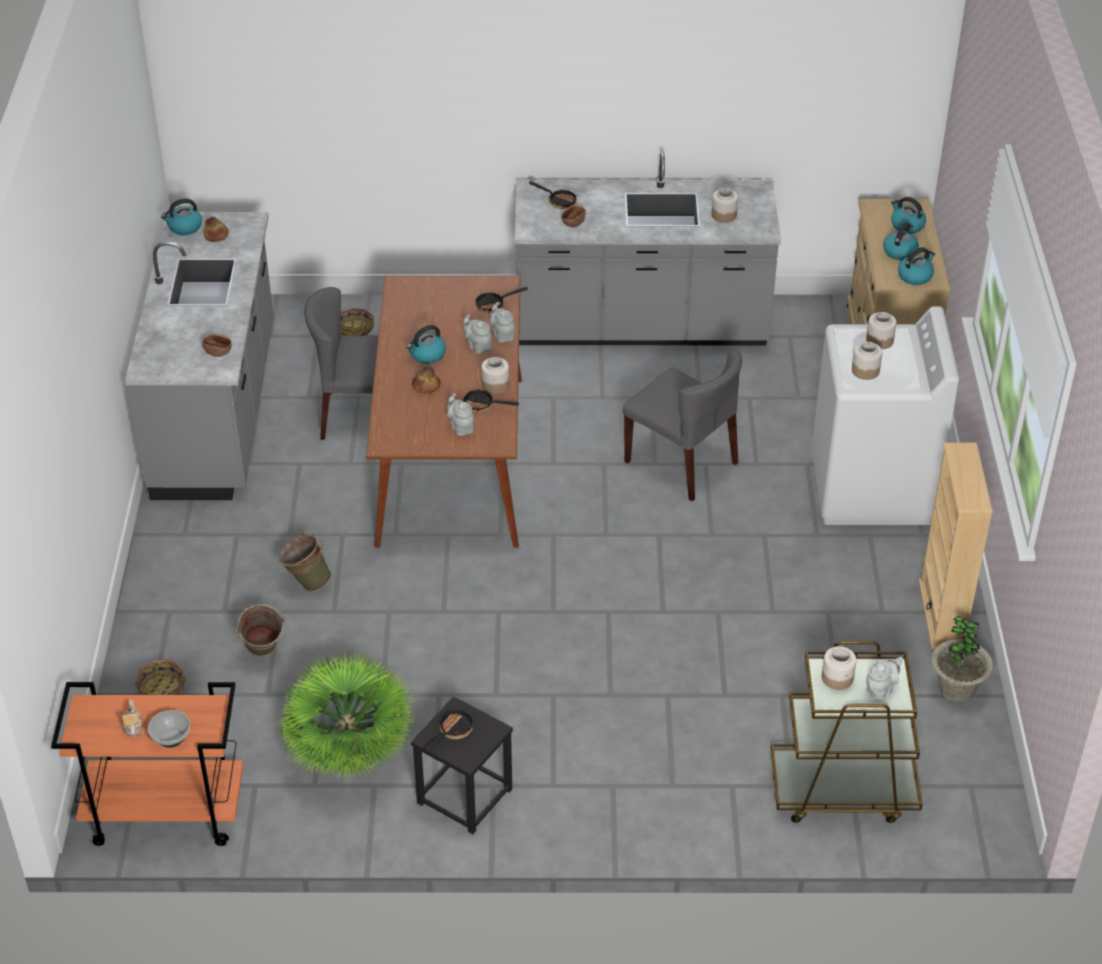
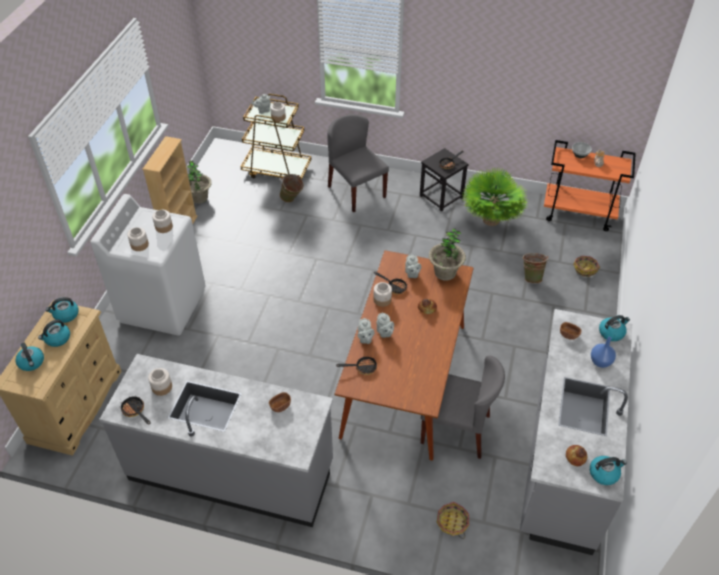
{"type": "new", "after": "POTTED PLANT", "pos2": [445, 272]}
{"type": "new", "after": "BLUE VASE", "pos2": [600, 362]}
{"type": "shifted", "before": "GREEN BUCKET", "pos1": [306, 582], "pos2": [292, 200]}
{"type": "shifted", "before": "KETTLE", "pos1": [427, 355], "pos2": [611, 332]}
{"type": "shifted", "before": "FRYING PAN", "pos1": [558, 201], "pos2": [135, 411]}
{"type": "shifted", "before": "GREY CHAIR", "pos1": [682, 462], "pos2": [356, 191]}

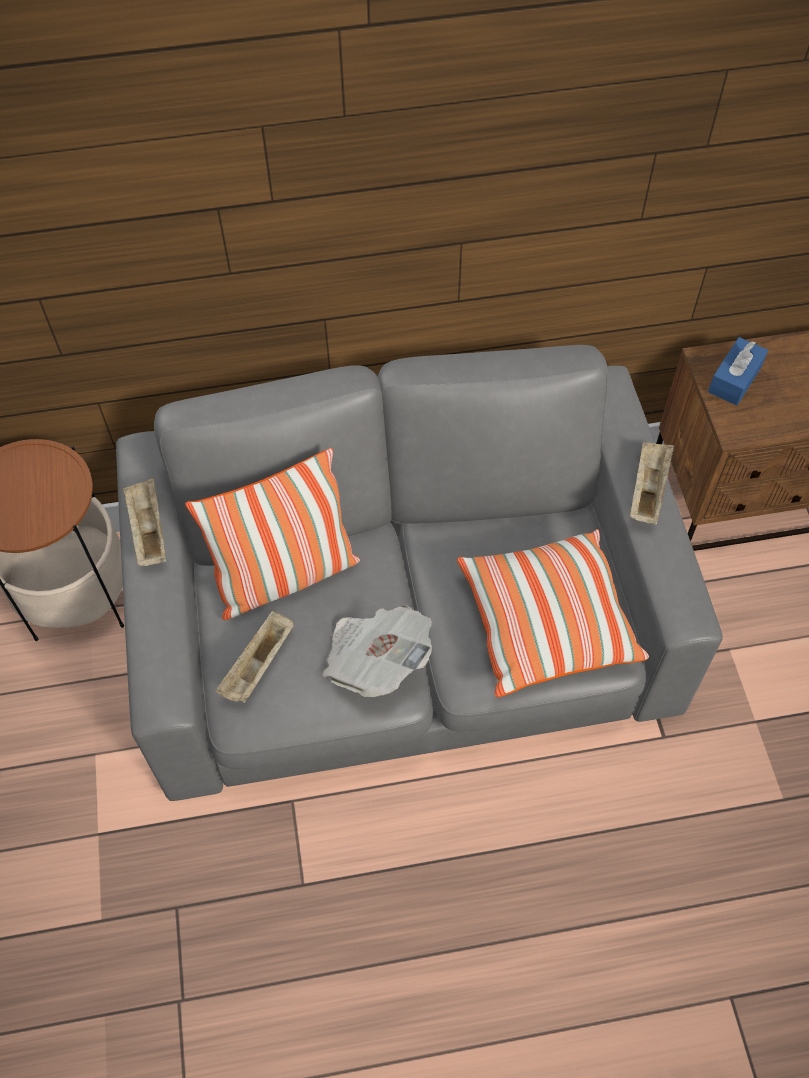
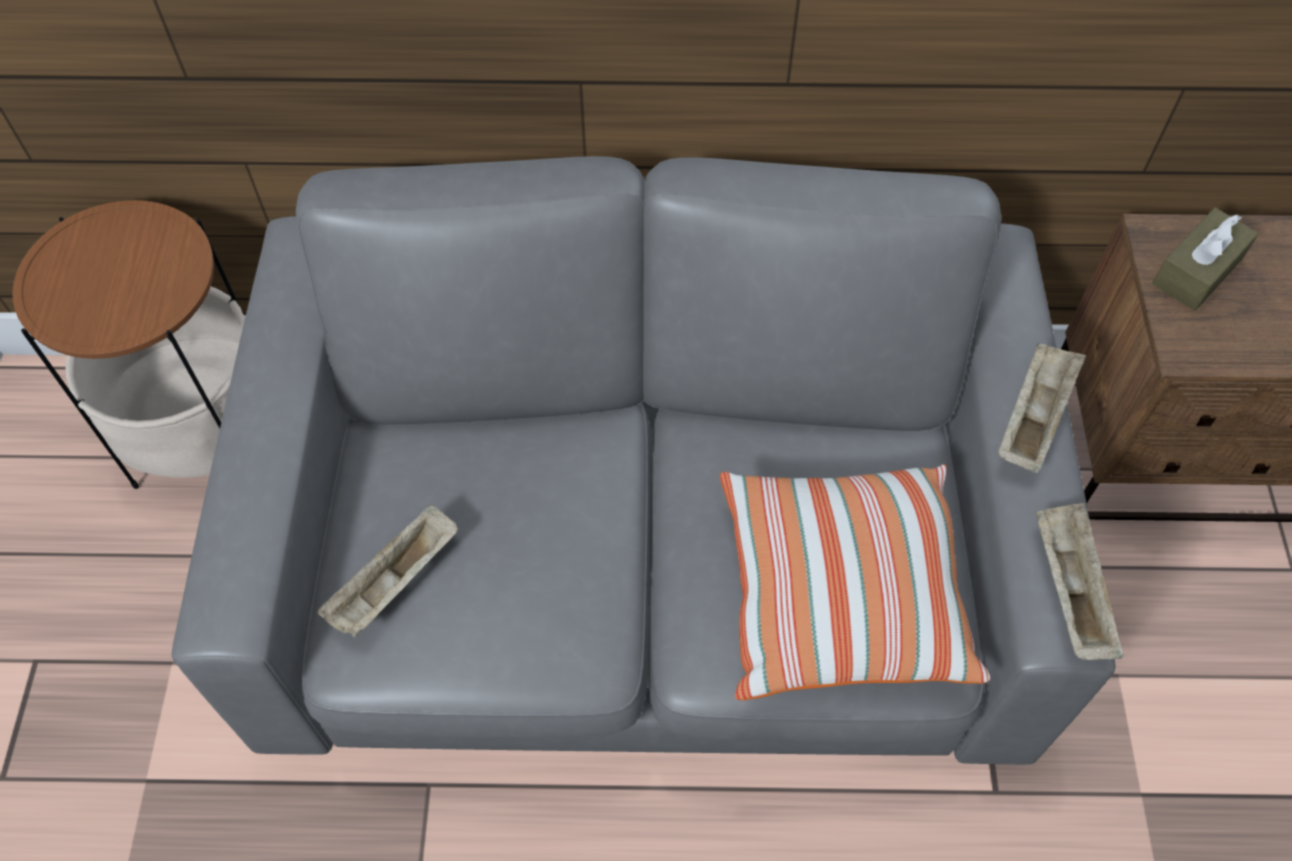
{"type": "gone", "before": "PILLOW", "pos1": [285, 576]}
{"type": "gone", "before": "NEWSPAPER", "pos1": [376, 660]}
{"type": "shifted", "before": "BEIGE TRAY", "pos1": [148, 531], "pos2": [1068, 590]}
{"type": "repainted", "before": "BLUE TISSUE BOX", "after": "BROWN TISSUE BOX", "pos1": [734, 379], "pos2": [1197, 271]}

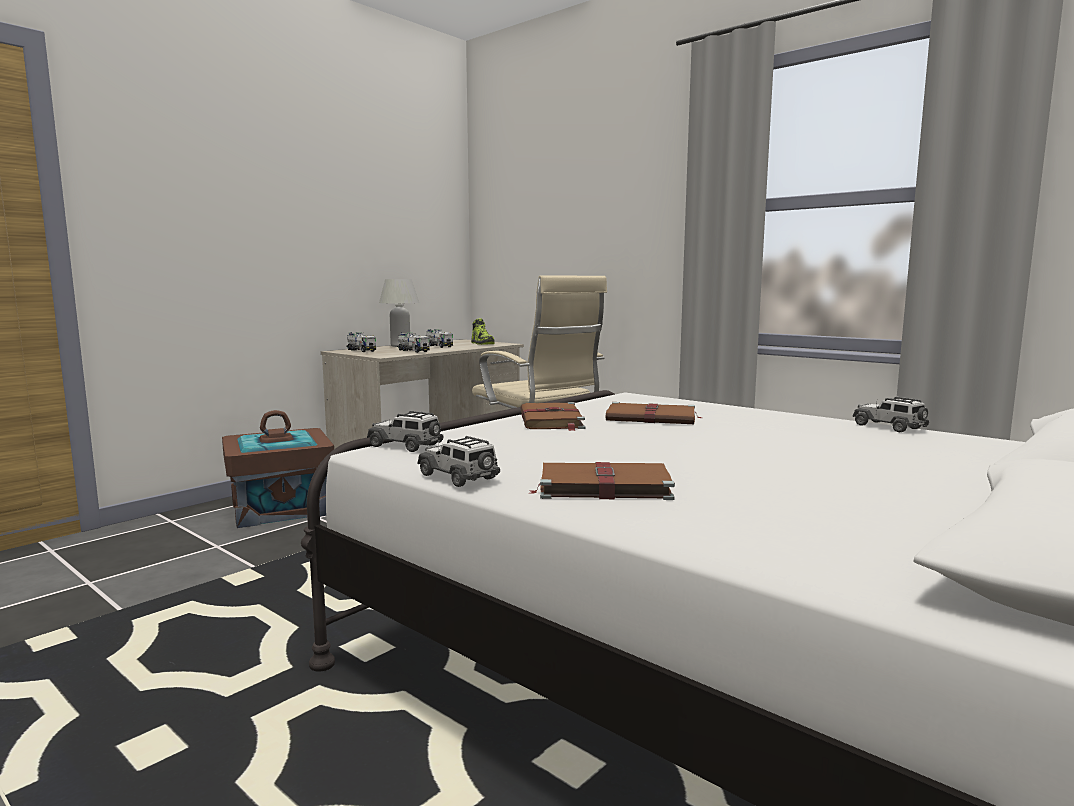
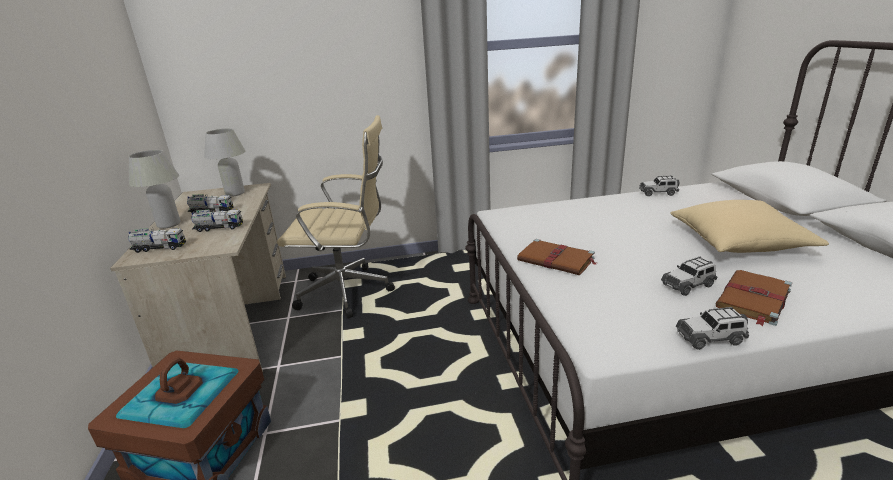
{"type": "gone", "before": "BROWN BOOK", "pos1": [653, 418]}
{"type": "new", "after": "BEIGE PILLOW", "pos2": [739, 242]}
{"type": "shifted", "before": "TOY CAR", "pos1": [406, 446], "pos2": [688, 285]}
{"type": "swapped", "before": "SHOE", "after": "WHITE TABLE LAMP", "pos1": [482, 343], "pos2": [235, 193]}

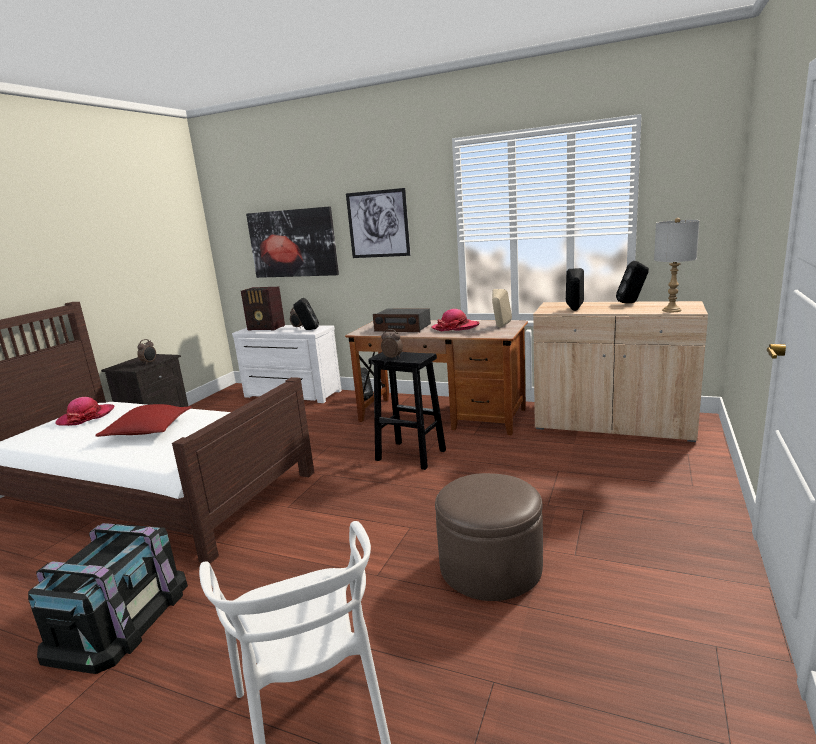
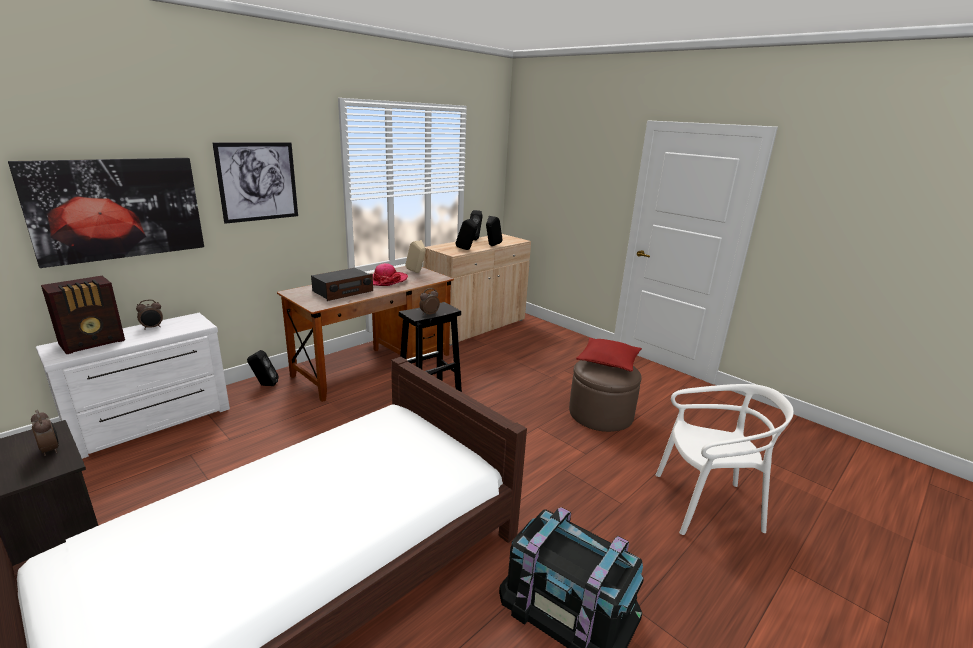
{"type": "gone", "before": "HAT", "pos1": [86, 417]}
{"type": "gone", "before": "GREY TABLE LAMP", "pos1": [672, 310]}
{"type": "shifted", "before": "RED PILLOW", "pos1": [148, 430], "pos2": [608, 361]}
{"type": "shifted", "before": "BLACK SPEAKER", "pos1": [308, 330], "pos2": [492, 246]}

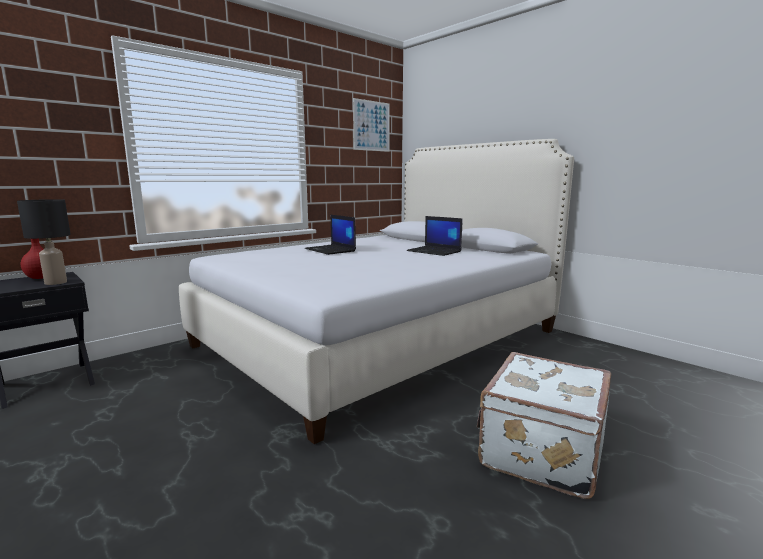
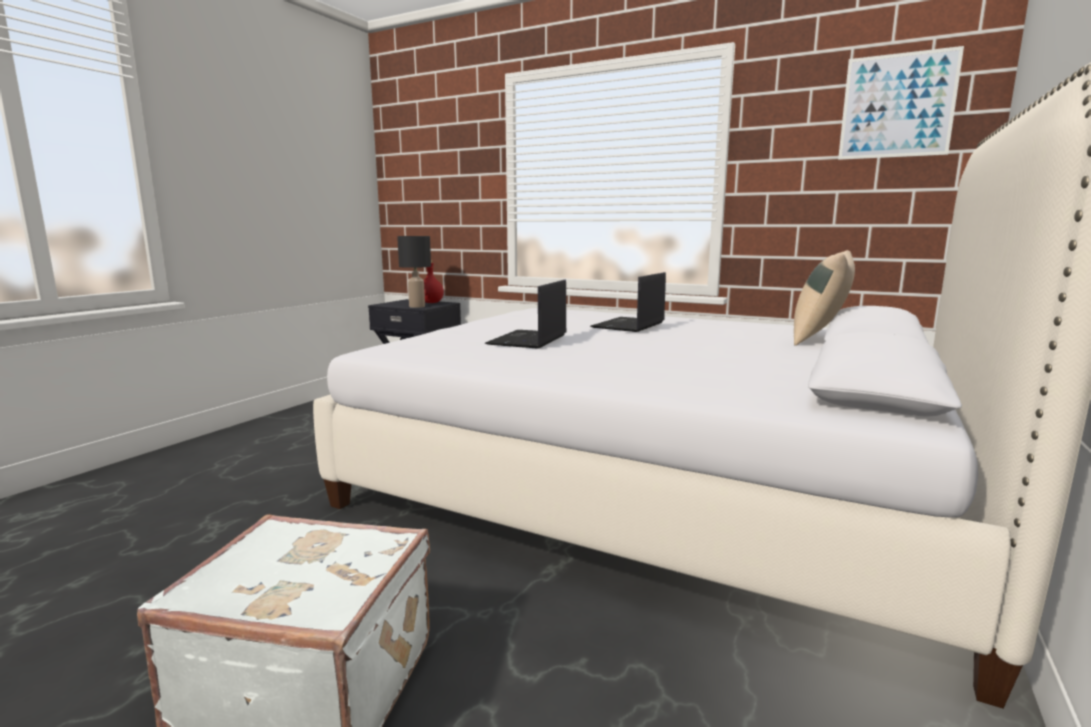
{"type": "new", "after": "BEIGE PILLOW", "pos2": [819, 339]}
{"type": "shifted", "before": "LAPTOP", "pos1": [435, 251], "pos2": [528, 340]}

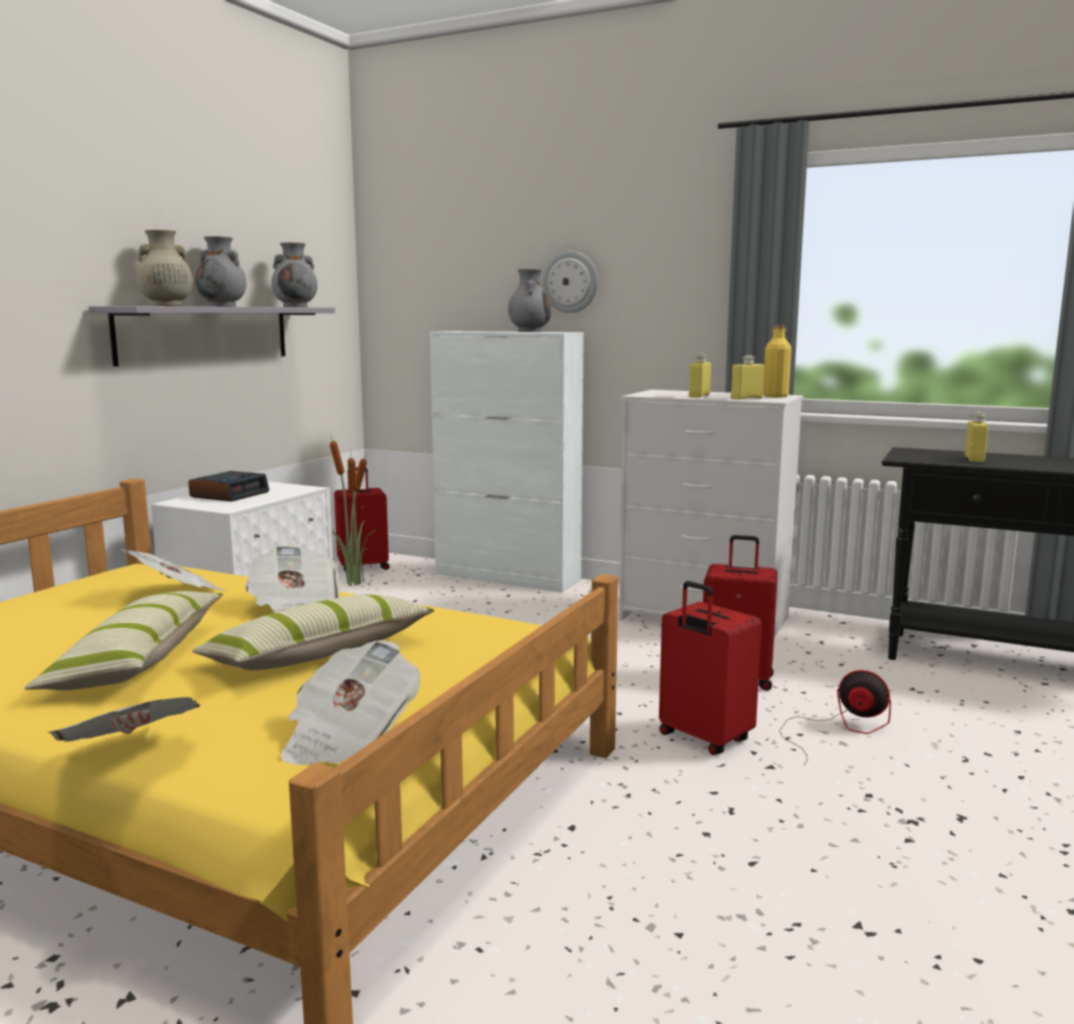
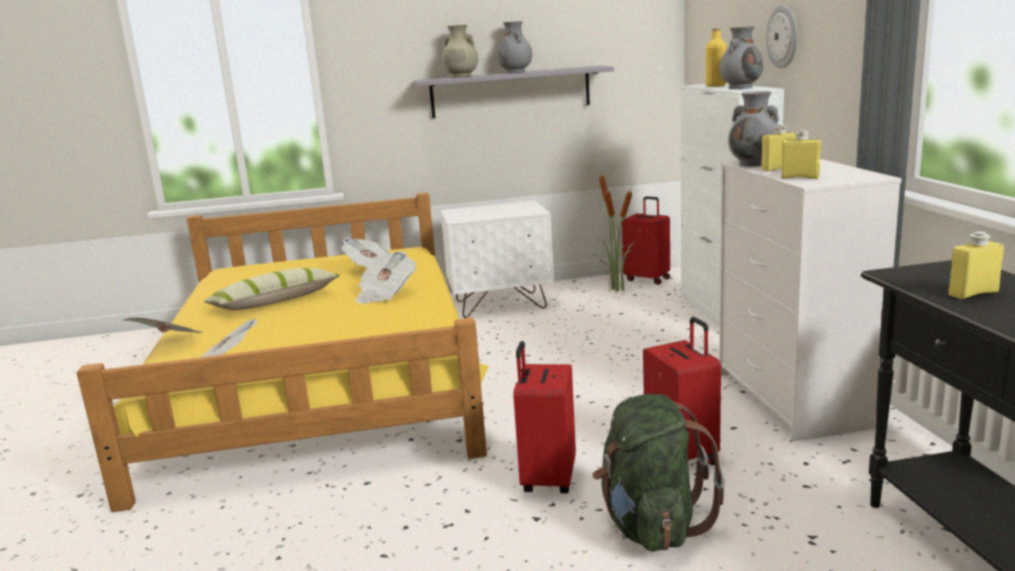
{"type": "gone", "before": "ALARM CLOCK", "pos1": [229, 494]}
{"type": "gone", "before": "PILLOW", "pos1": [318, 654]}
{"type": "shifted", "before": "GREY VASE", "pos1": [296, 307], "pos2": [754, 164]}
{"type": "shifted", "before": "YELLOW BOTTLE", "pos1": [775, 396], "pos2": [715, 86]}
{"type": "swapped", "before": "FAN", "after": "GREEN BACKPACK", "pos1": [839, 729], "pos2": [651, 526]}

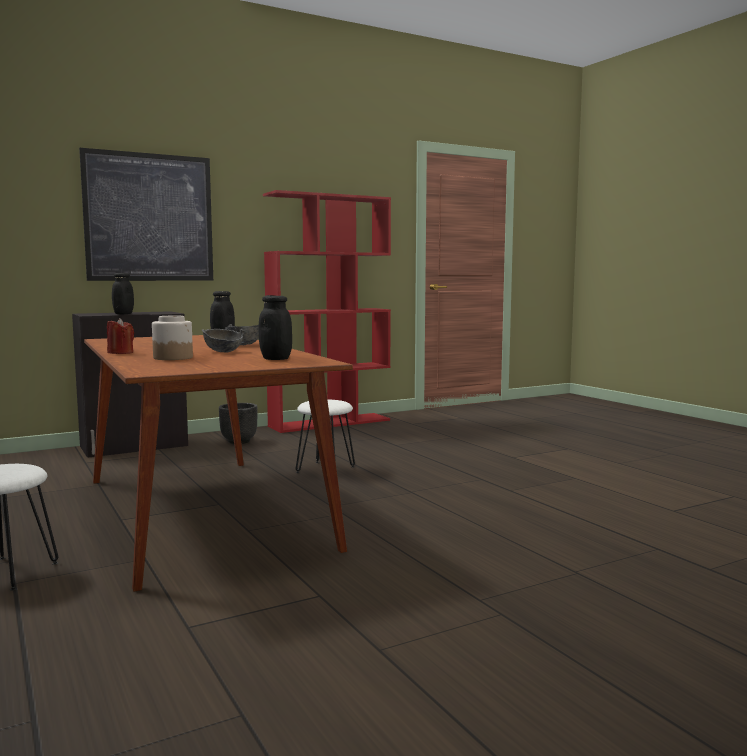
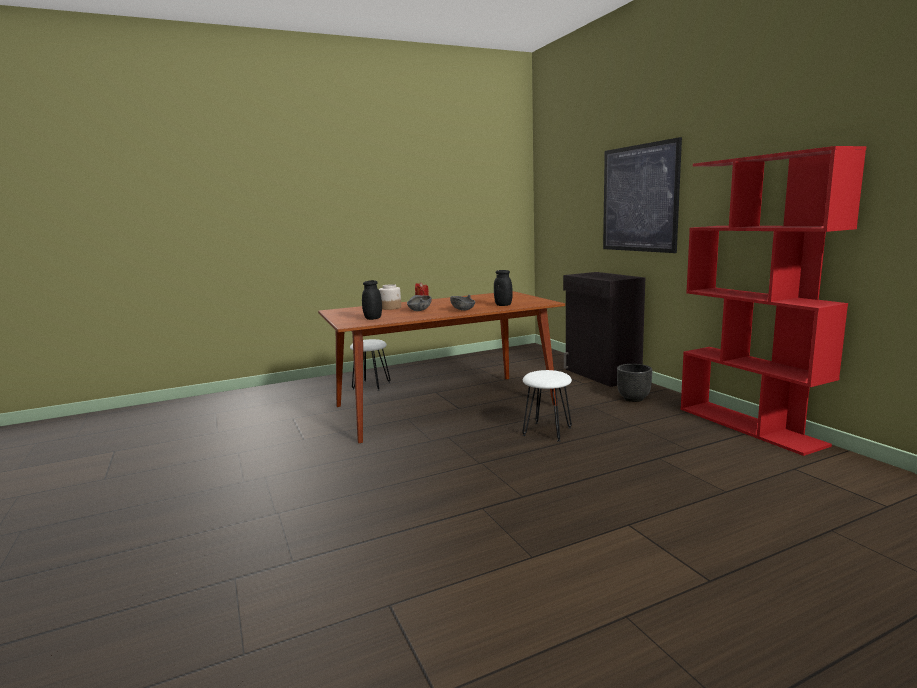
{"type": "gone", "before": "BLACK JAR", "pos1": [123, 314]}

